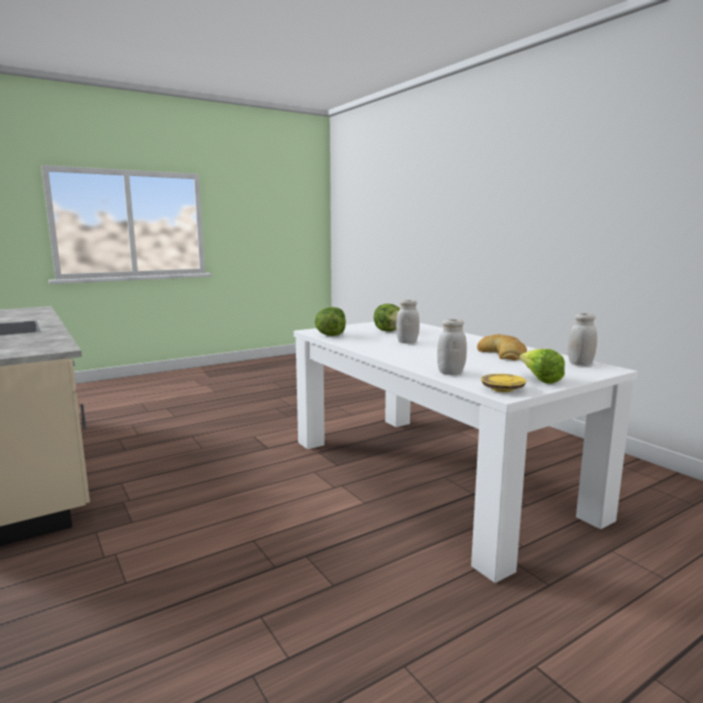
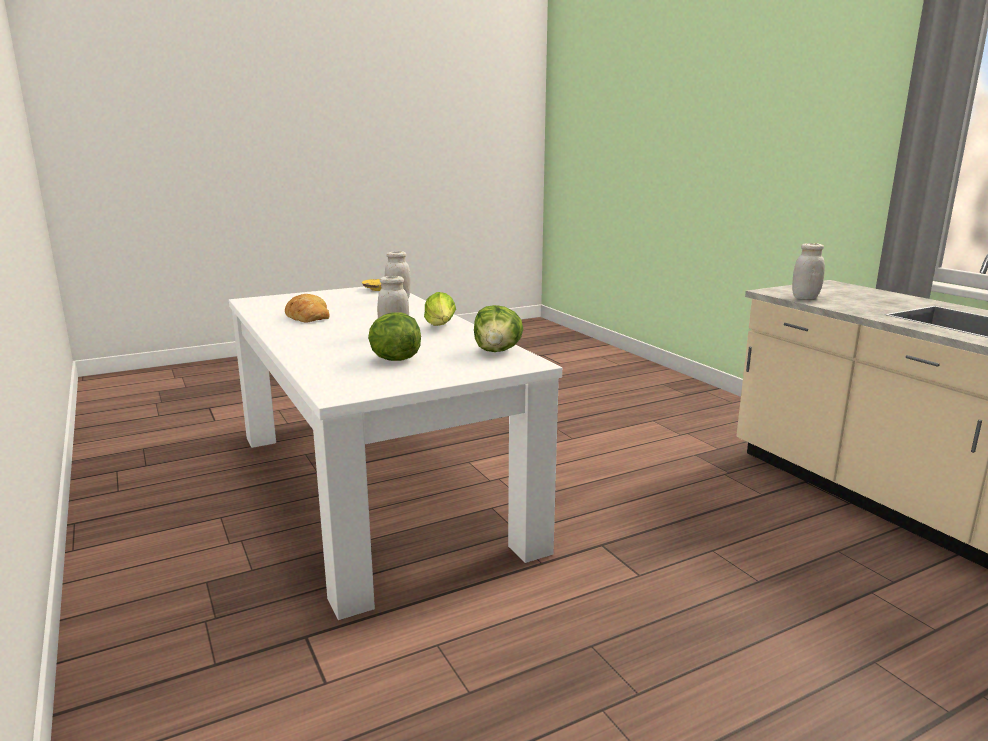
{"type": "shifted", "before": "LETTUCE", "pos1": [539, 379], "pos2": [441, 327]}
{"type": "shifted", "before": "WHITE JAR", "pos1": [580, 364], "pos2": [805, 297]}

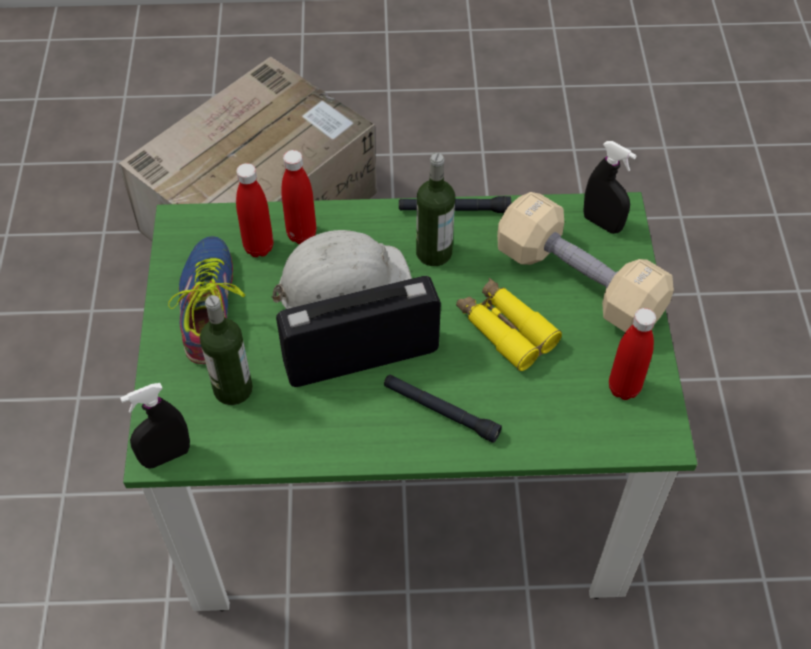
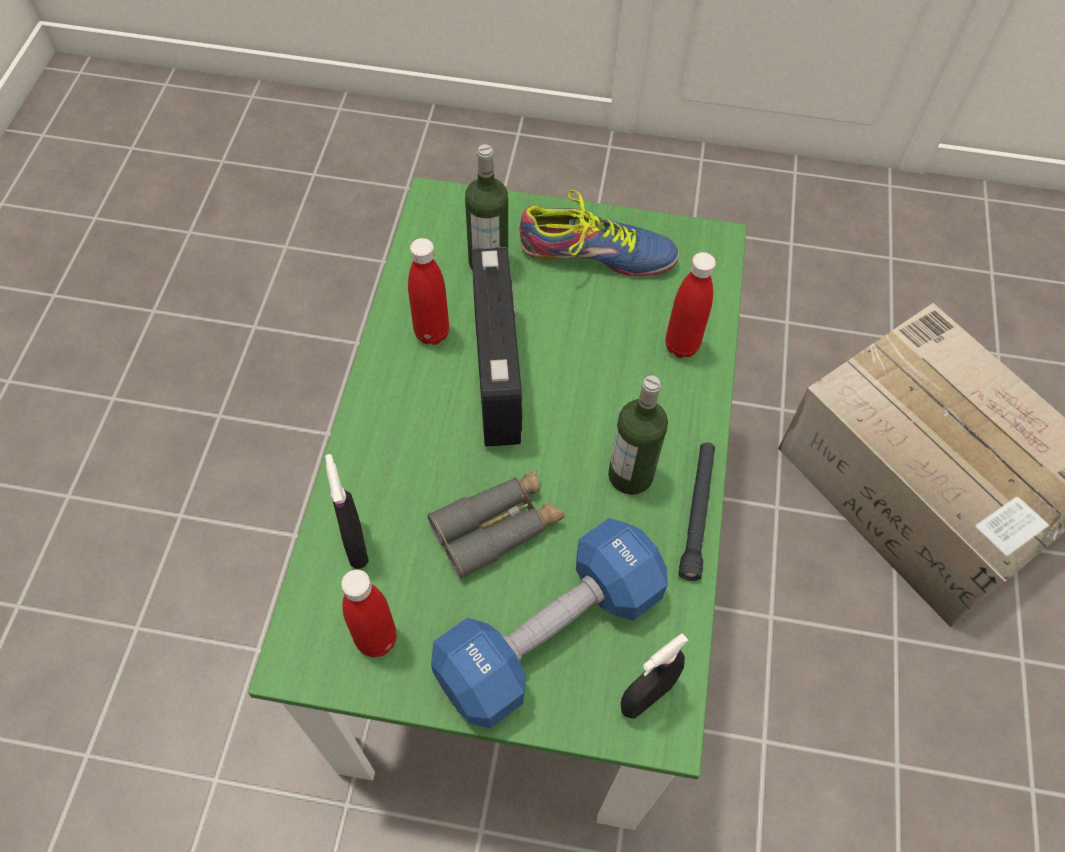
{"type": "gone", "before": "WHITE HARD HAT", "pos1": [341, 283]}
{"type": "gone", "before": "BLACK FLASHLIGHT", "pos1": [440, 411]}
{"type": "shifted", "before": "BLACK SPRAY BOTTLE", "pos1": [166, 456], "pos2": [356, 544]}
{"type": "shifted", "before": "RED BOTTLE", "pos1": [259, 247], "pos2": [432, 333]}
{"type": "repainted", "before": "YELLOW BINOCULARS", "after": "GREY BINOCULARS", "pos1": [505, 329], "pos2": [497, 527]}
{"type": "repainted", "before": "BEIGE DUMBBELL", "after": "BLUE DUMBBELL", "pos1": [578, 282], "pos2": [550, 634]}

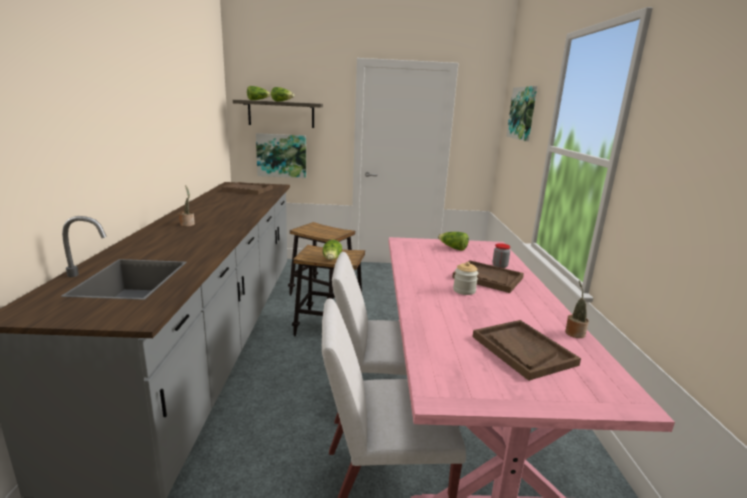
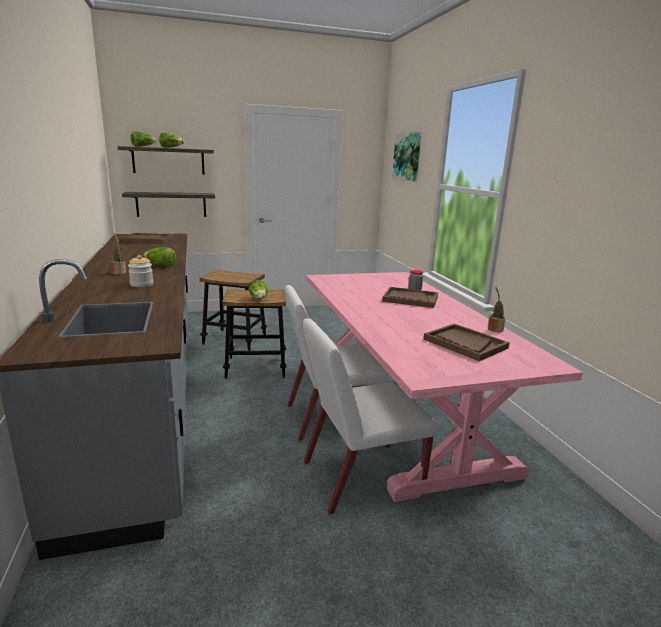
{"type": "shifted", "before": "LETTUCE", "pos1": [453, 248], "pos2": [160, 265]}
{"type": "shifted", "before": "JAR", "pos1": [464, 290], "pos2": [141, 284]}
{"type": "swapped", "before": "PICTURE", "after": "SHELF", "pos1": [281, 155], "pos2": [171, 204]}

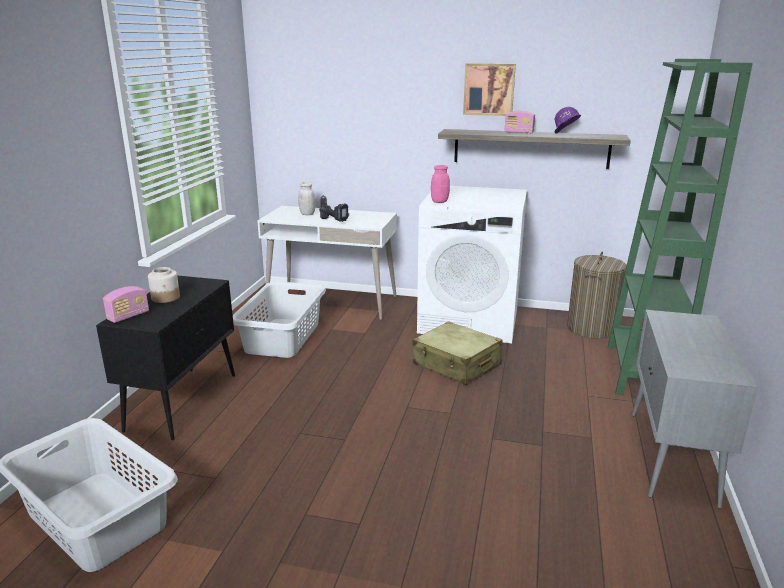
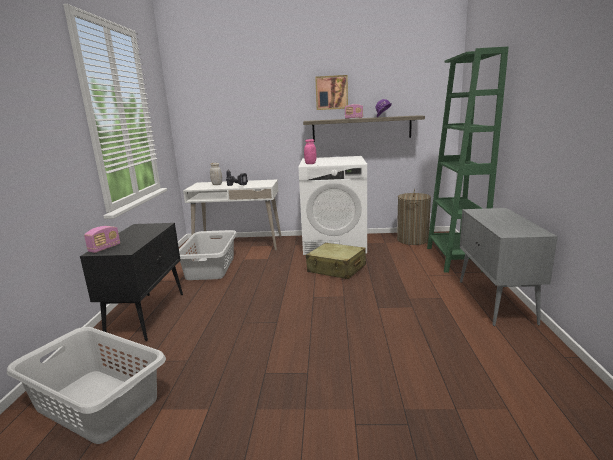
{"type": "gone", "before": "JAR", "pos1": [166, 297]}

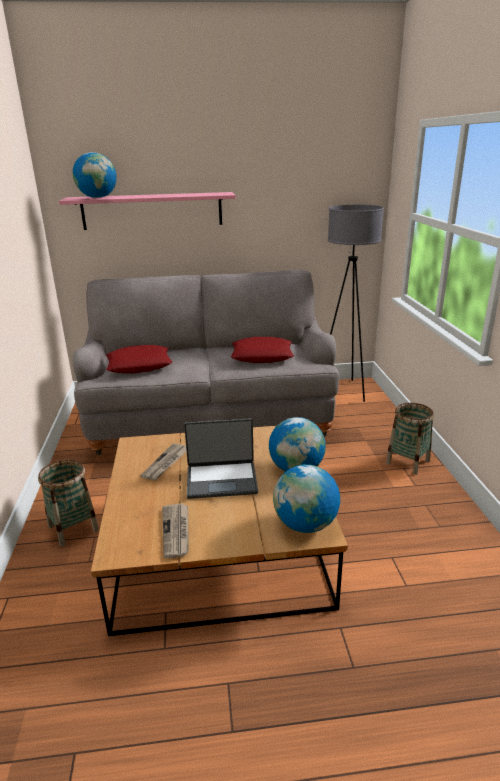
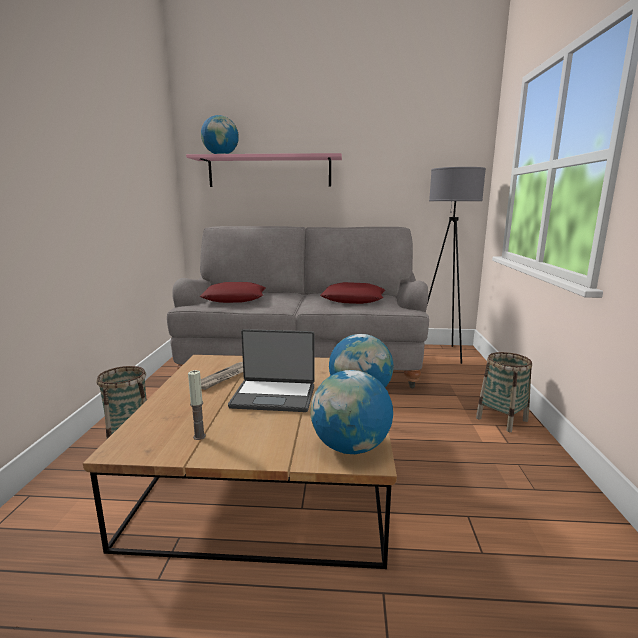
{"type": "swapped", "before": "NEWSPAPER", "after": "CANDLE", "pos1": [176, 531], "pos2": [199, 436]}

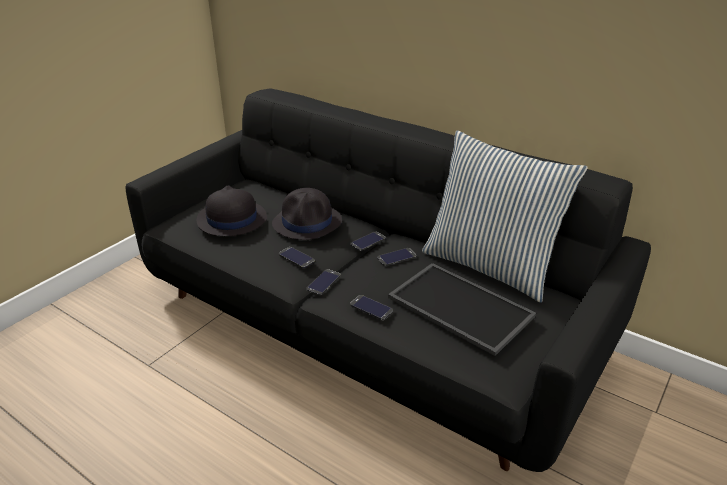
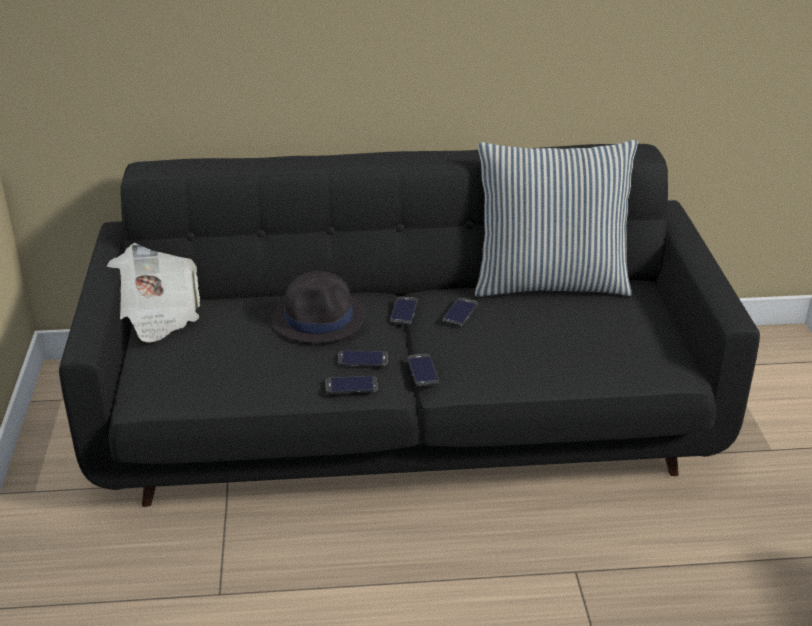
{"type": "gone", "before": "BLACK HAT", "pos1": [231, 219]}
{"type": "gone", "before": "TRAY", "pos1": [457, 307]}
{"type": "new", "after": "NEWSPAPER", "pos2": [156, 314]}
{"type": "shifted", "before": "PHONE", "pos1": [371, 308], "pos2": [351, 385]}

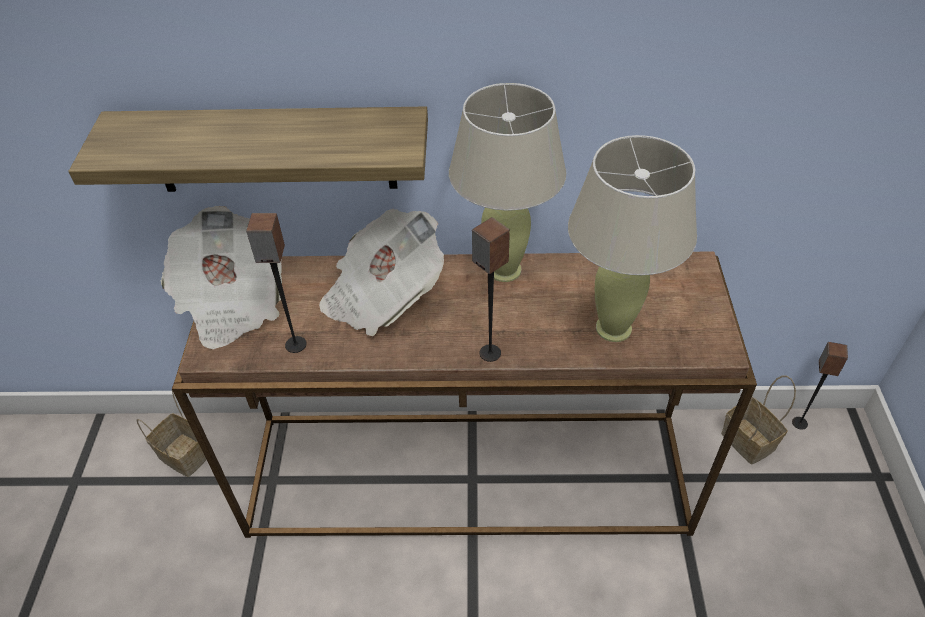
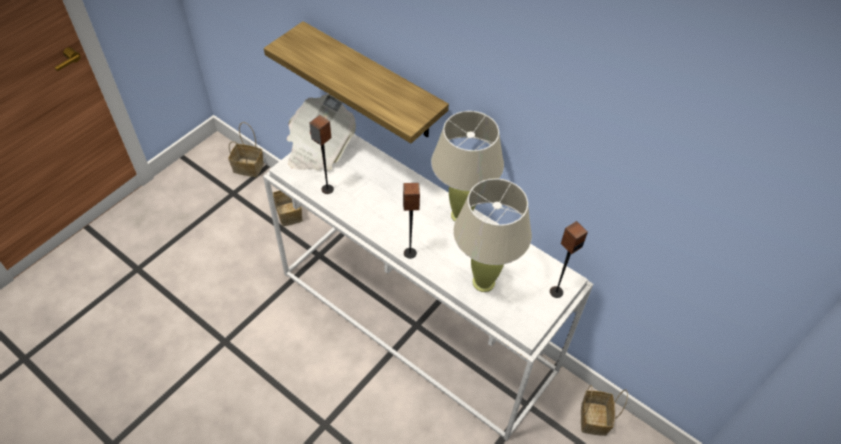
{"type": "gone", "before": "NEWSPAPER", "pos1": [382, 295]}
{"type": "new", "after": "BASKET", "pos2": [247, 168]}
{"type": "shifted", "before": "SPEAKER", "pos1": [799, 423], "pos2": [556, 291]}
{"type": "repainted", "before": "BROWN CONSOLE TABLE", "after": "WHITE CONSOLE TABLE", "pos1": [470, 472], "pos2": [418, 321]}

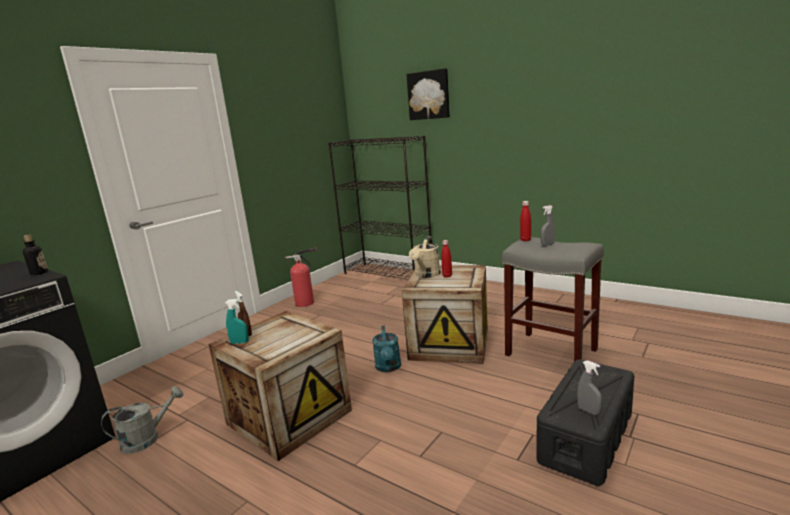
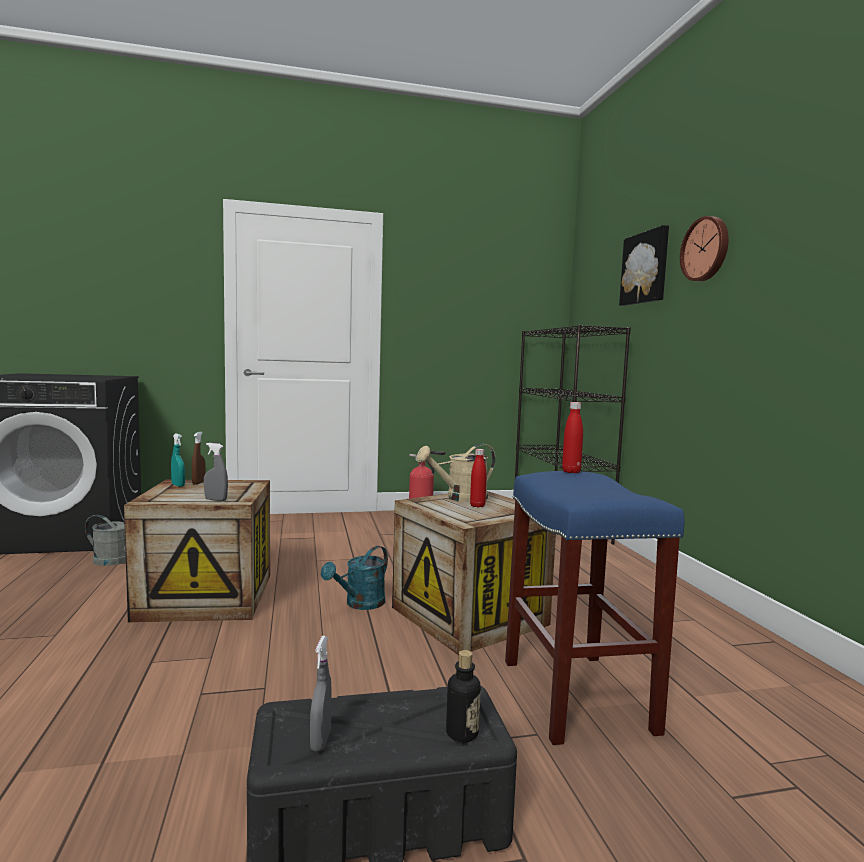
{"type": "new", "after": "WALL CLOCK", "pos2": [706, 249]}
{"type": "shifted", "before": "BOTTLE", "pos1": [39, 273], "pos2": [462, 733]}
{"type": "shifted", "before": "GREY SPRAY BOTTLE", "pos1": [547, 244], "pos2": [216, 500]}
{"type": "repainted", "before": "GREY STOOL", "after": "BLUE STOOL", "pos1": [549, 352], "pos2": [574, 694]}

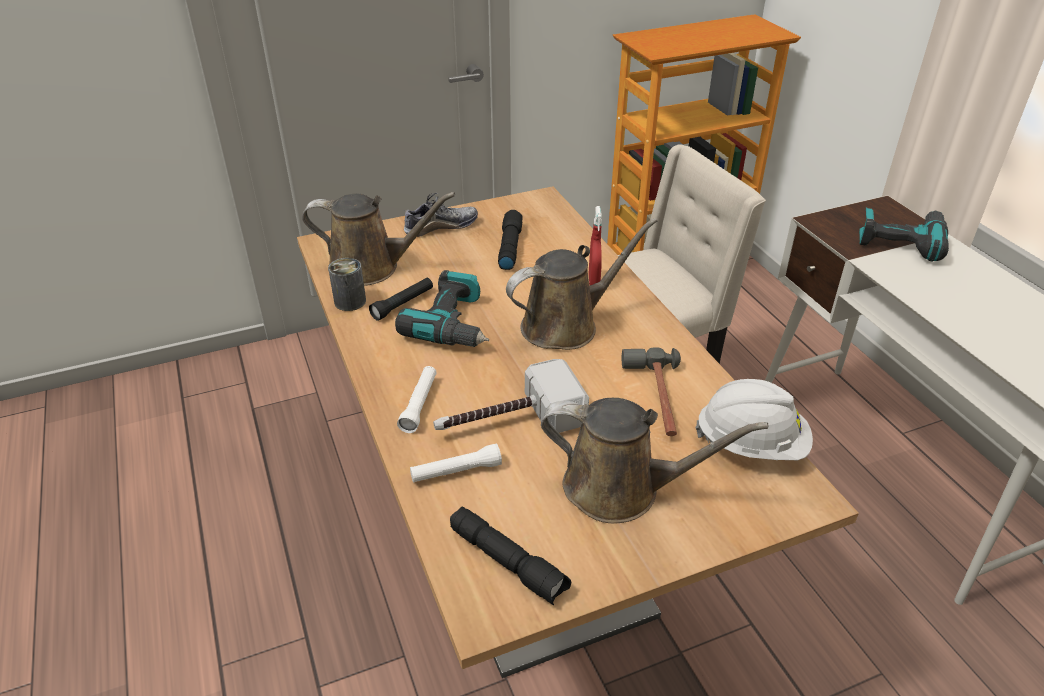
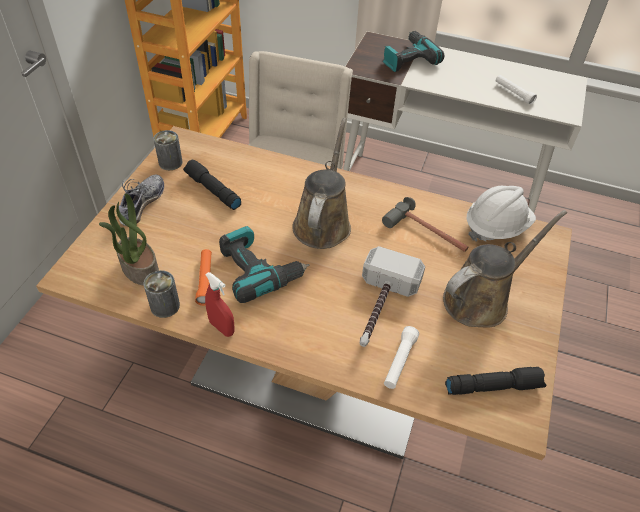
{"type": "new", "after": "CAN", "pos2": [170, 162]}
{"type": "shifted", "before": "WHITE FLASHLIGHT", "pos1": [419, 405], "pos2": [513, 93]}
{"type": "shifted", "before": "RED SPRAY BOTTLE", "pos1": [594, 282], "pos2": [222, 327]}
{"type": "swapped", "before": "BROWN WATERING CAN", "after": "POTTED PLANT", "pos1": [371, 267], "pos2": [139, 269]}
{"type": "repainted", "before": "BLACK FLASHLIGHT", "after": "ORANGE FLASHLIGHT", "pos1": [403, 304], "pos2": [205, 280]}

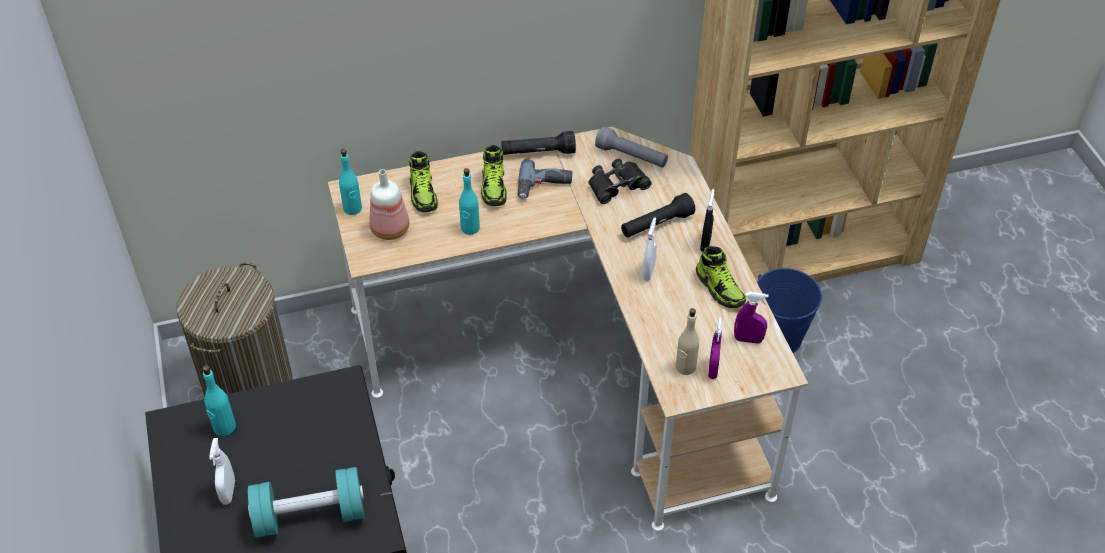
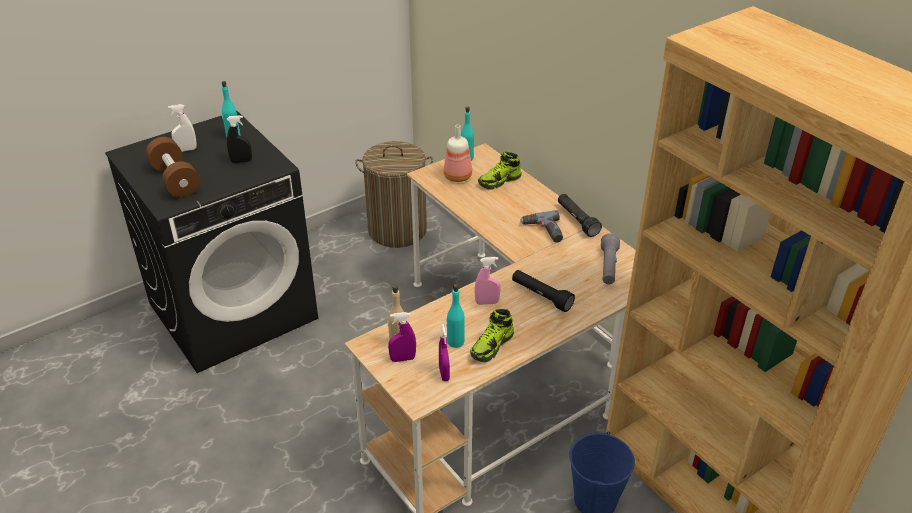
{"type": "gone", "before": "SHOE", "pos1": [494, 187]}
{"type": "gone", "before": "BLACK BINOCULARS", "pos1": [617, 185]}
{"type": "shifted", "before": "TURQUOISE BOTTLE", "pos1": [470, 228], "pos2": [455, 341]}
{"type": "shifted", "before": "BLACK SPRAY BOTTLE", "pos1": [705, 244], "pos2": [241, 161]}
{"type": "repainted", "before": "TURQUOISE DUMBBELL", "after": "BROWN DUMBBELL", "pos1": [310, 515], "pos2": [175, 180]}
{"type": "repainted", "before": "WHITE SPRAY BOTTLE", "after": "PINK SPRAY BOTTLE", "pos1": [648, 272], "pos2": [487, 302]}

